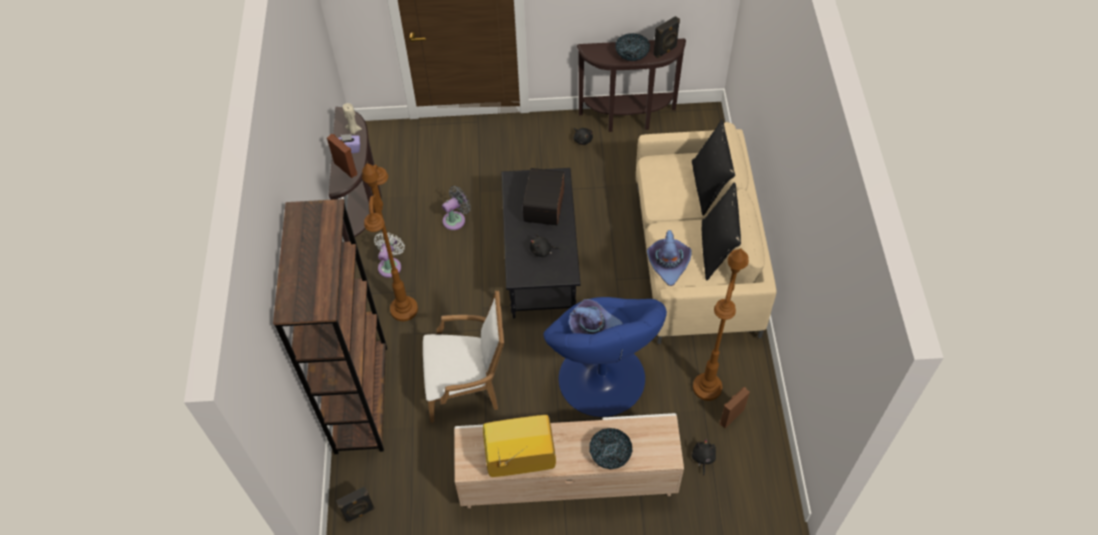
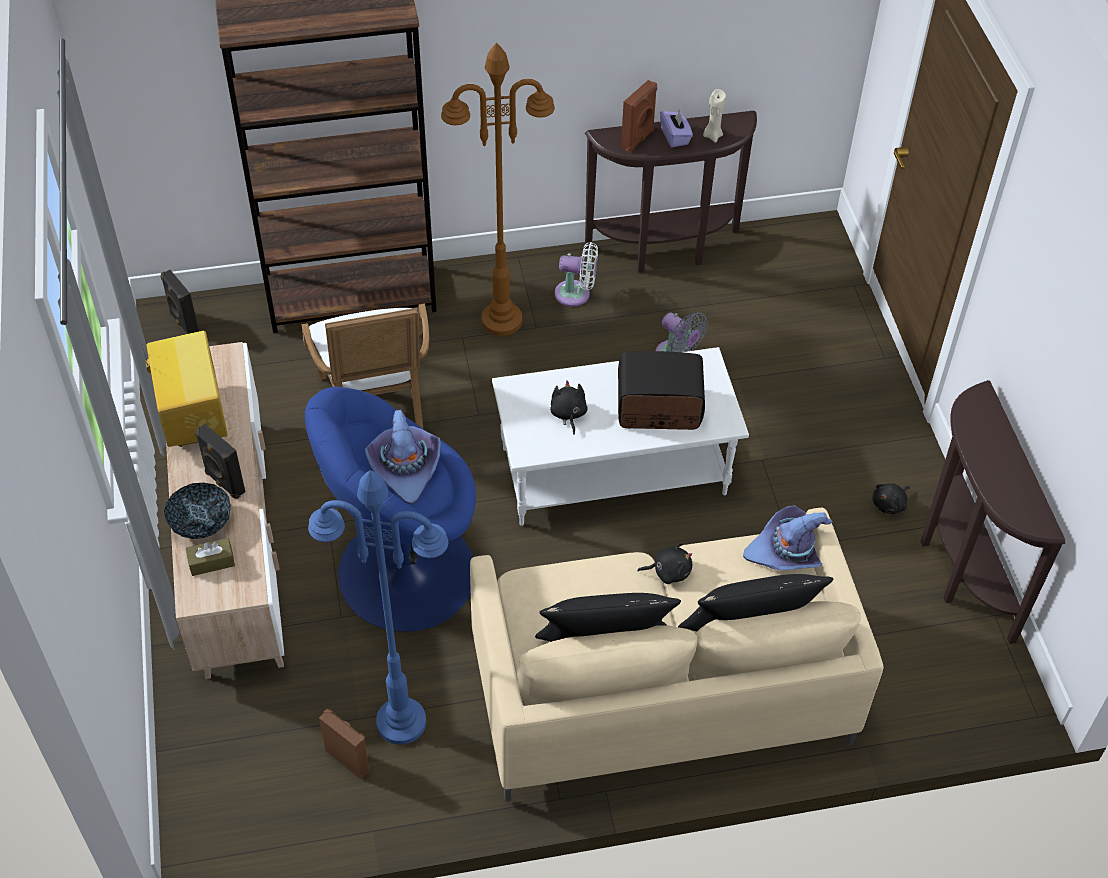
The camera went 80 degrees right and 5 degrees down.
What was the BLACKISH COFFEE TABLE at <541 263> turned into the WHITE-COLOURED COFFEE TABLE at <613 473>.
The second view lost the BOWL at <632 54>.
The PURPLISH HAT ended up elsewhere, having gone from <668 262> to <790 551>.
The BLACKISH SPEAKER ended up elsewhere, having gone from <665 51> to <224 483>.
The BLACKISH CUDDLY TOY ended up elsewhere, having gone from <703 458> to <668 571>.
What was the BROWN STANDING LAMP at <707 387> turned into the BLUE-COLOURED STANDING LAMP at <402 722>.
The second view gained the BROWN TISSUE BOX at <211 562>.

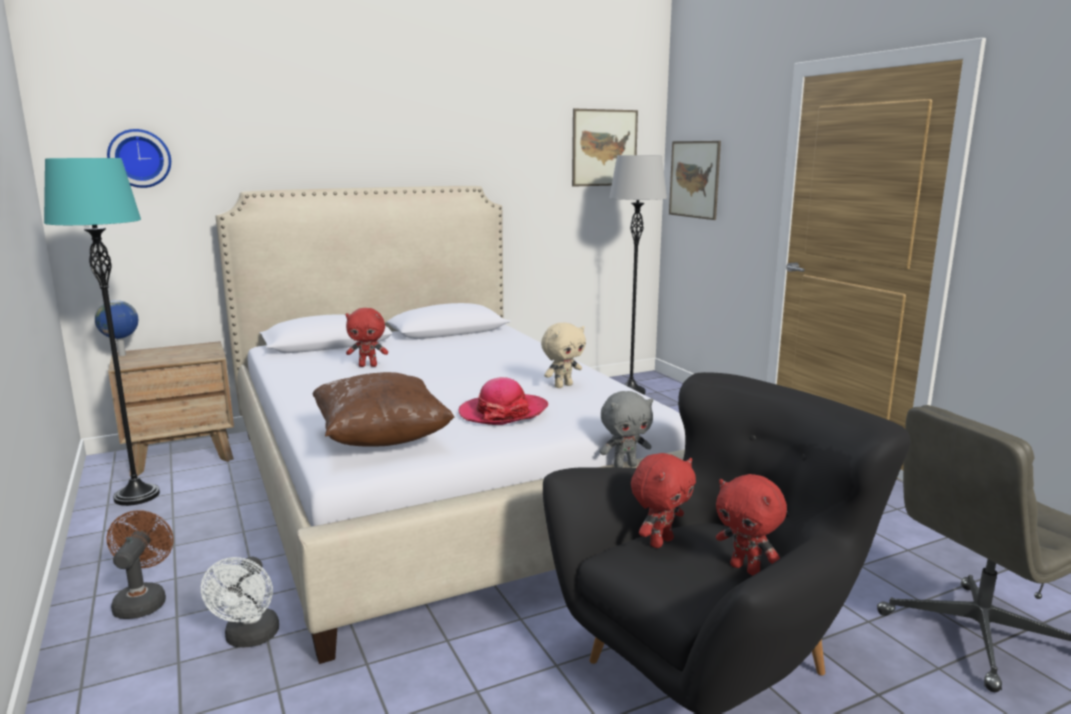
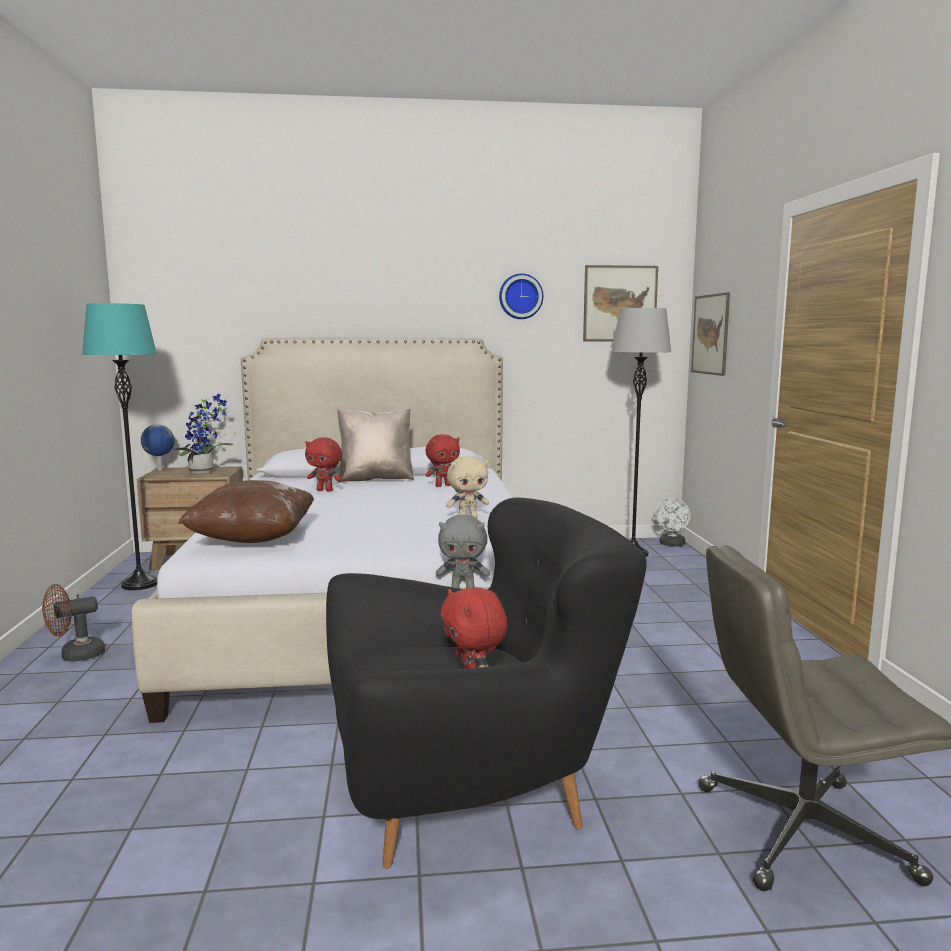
The camera went 20 degrees right and 5 degrees down.
The CLOCK ON THE WALL ended up elsewhere, having gone from <139 158> to <520 296>.
The BROWN ELECTRIC FAN at <142 601> ended up facing another way, 135 degrees counterclockwise from before.
The WHITE-COLOURED ELECTRIC FAN ended up elsewhere, having gone from <250 639> to <672 545>.
The second view lost the HAT at <503 412>.
The RED CUDDLY TOY ended up elsewhere, having gone from <660 542> to <443 485>.
The second view gained the HOUSEPLANT at <204 472>.
The second view gained the BEIGE CUSHION at <376 479>.

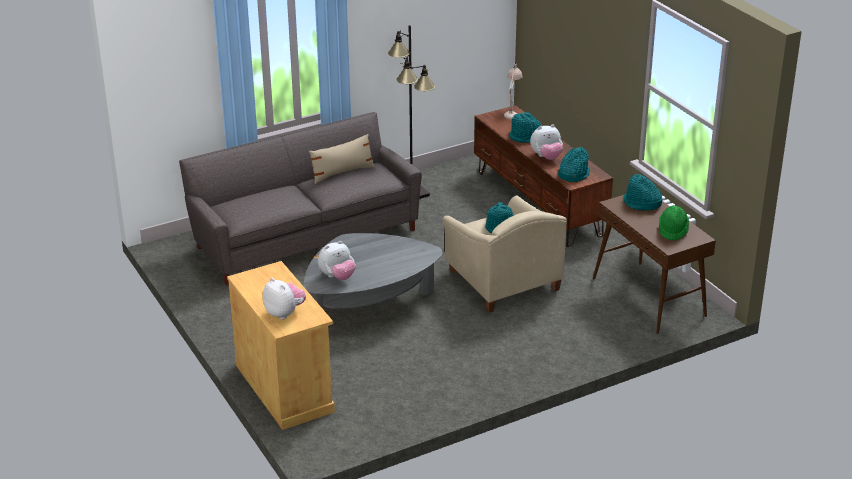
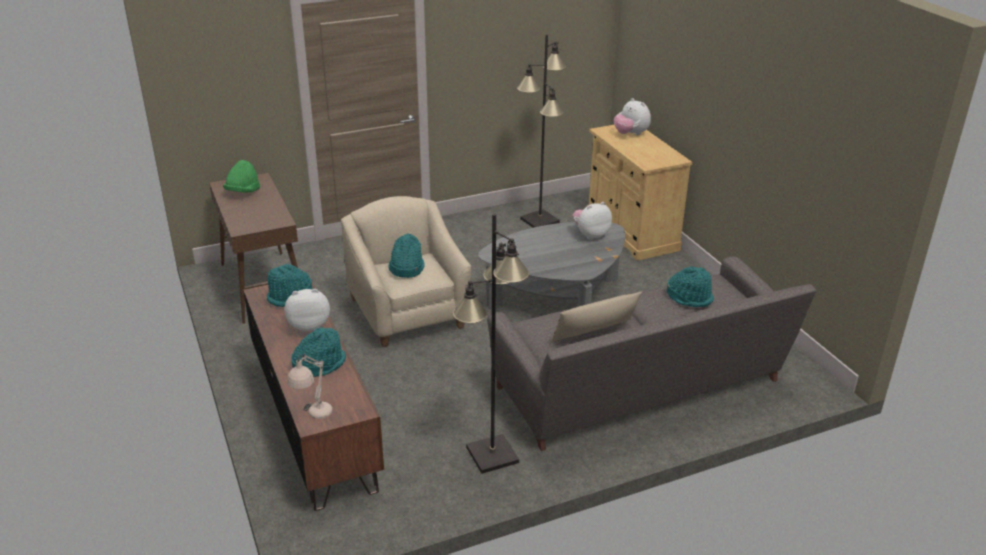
The camera went 175 degrees left and 0 degrees up.
The BLUE-GREEN HAT ended up elsewhere, having gone from <641 203> to <690 297>.
The second view gained the BLACKISH STANDING LAMP at <540 221>.

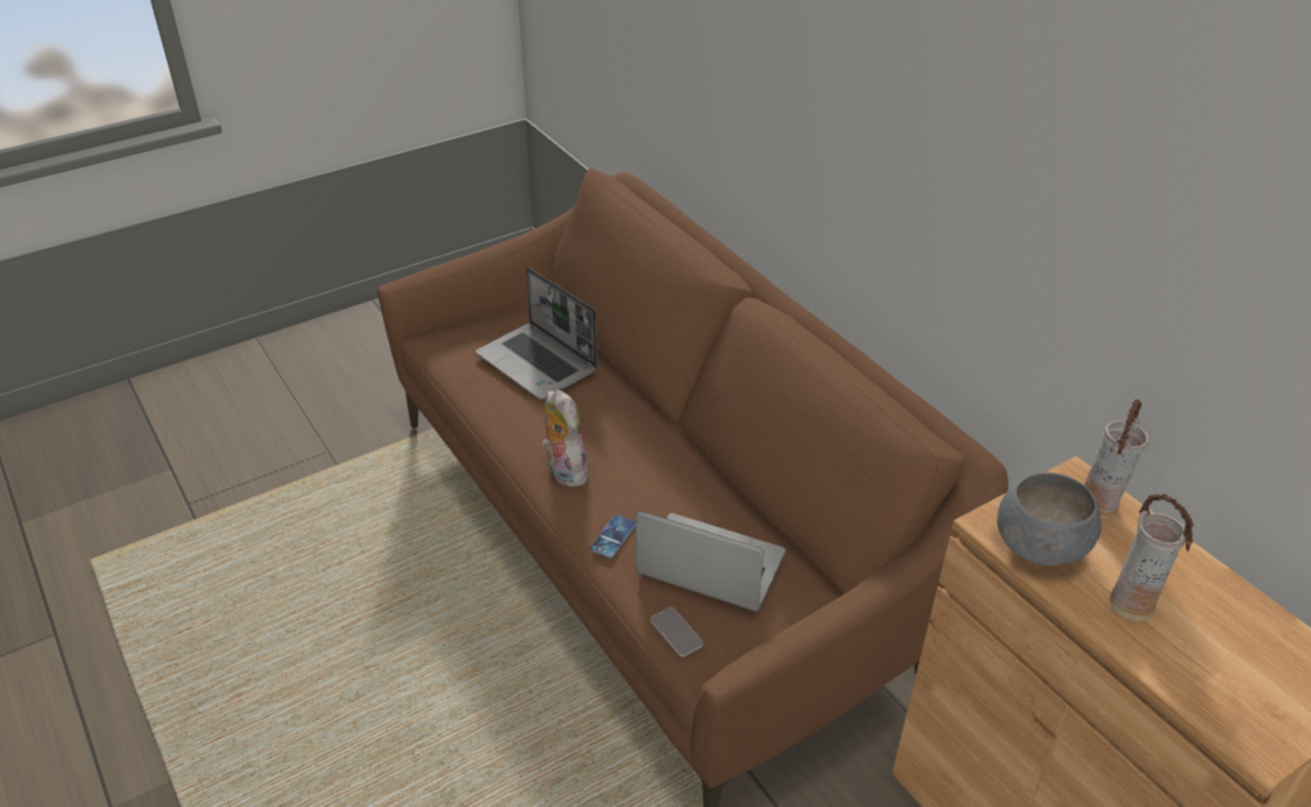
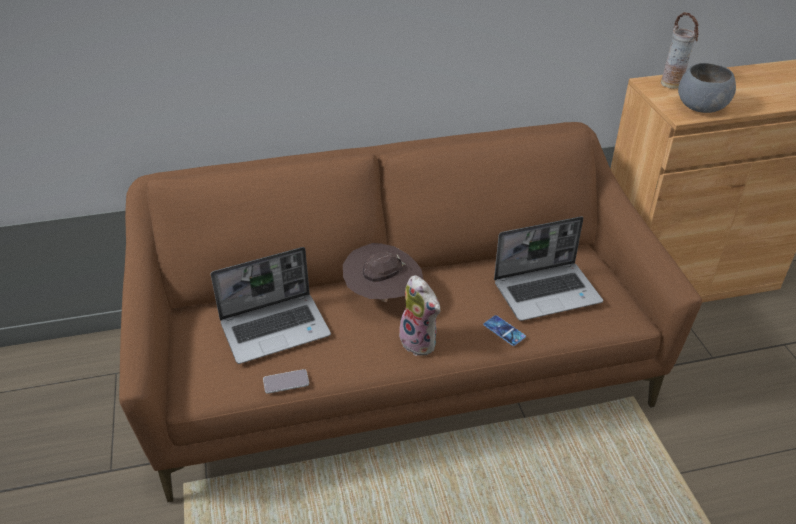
The camera went 70 degrees left and 0 degrees up.
The CUDDLY TOY at <564 471> ended up facing another way, 120 degrees counterclockwise from before.
The PORTABLE COMPUTER at <708 566> ended up facing another way, 150 degrees counterclockwise from before.
The HANDSET ended up elsewhere, having gone from <676 632> to <286 382>.
The second view lost the DECORATIVE VASE at <1132 604>.
The second view gained the BROWN HAT at <382 297>.

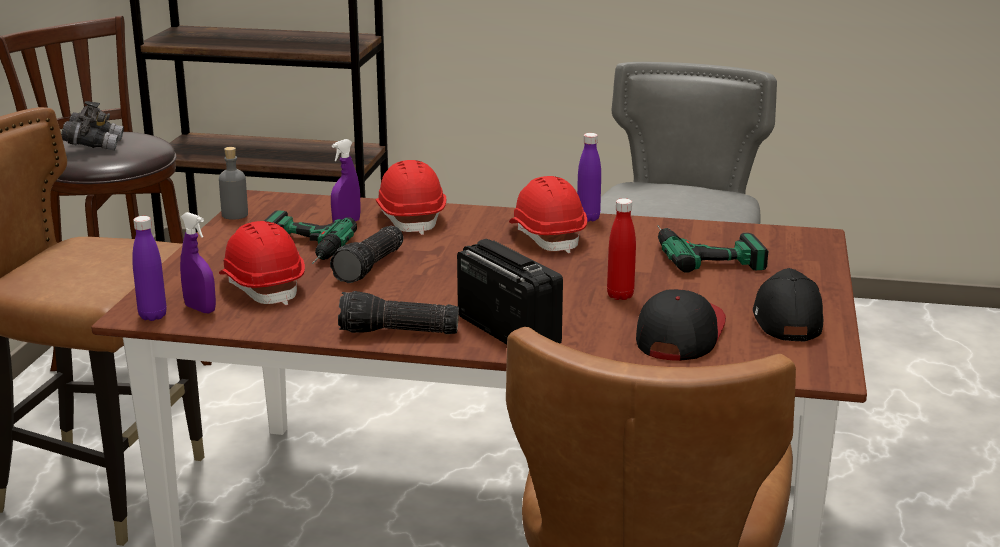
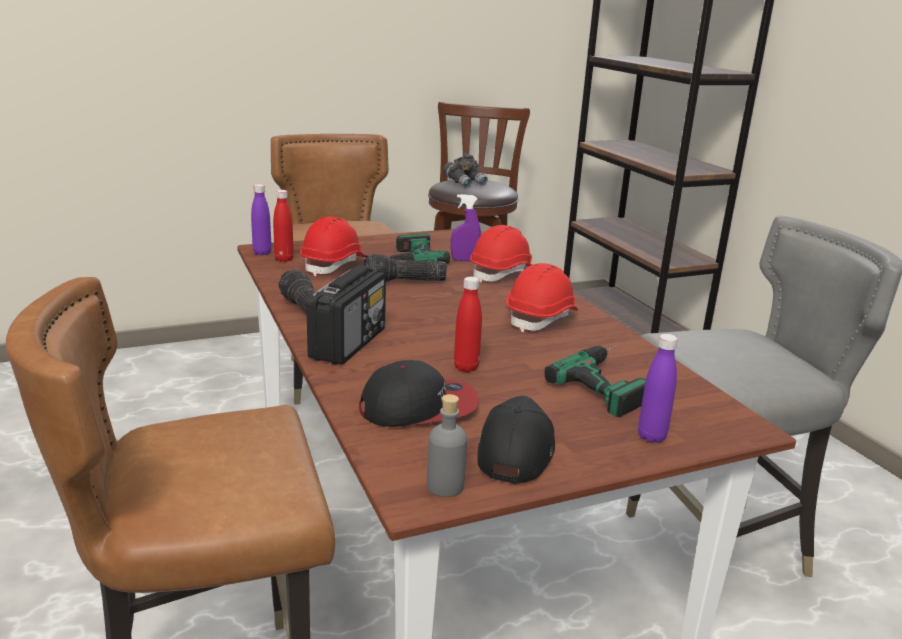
The camera went 55 degrees right and 0 degrees up.
Where the PURPLISH SPRAYER stood at <200 309>, the RED BOTTLE came to stand at <284 259>.
The GRAY BOTTLE ended up elsewhere, having gone from <235 215> to <445 486>.
The PURPLISH BOTTLE ended up elsewhere, having gone from <588 218> to <651 436>.
The BLACKISH CAP at <786 319> ended up facing another way, 45 degrees counterclockwise from before.

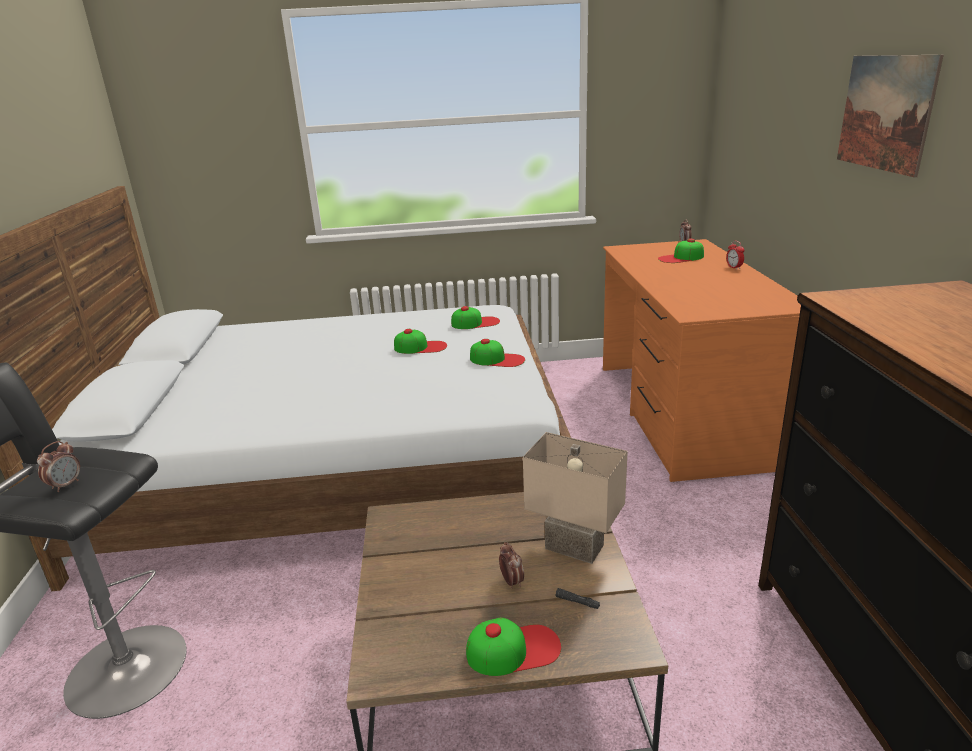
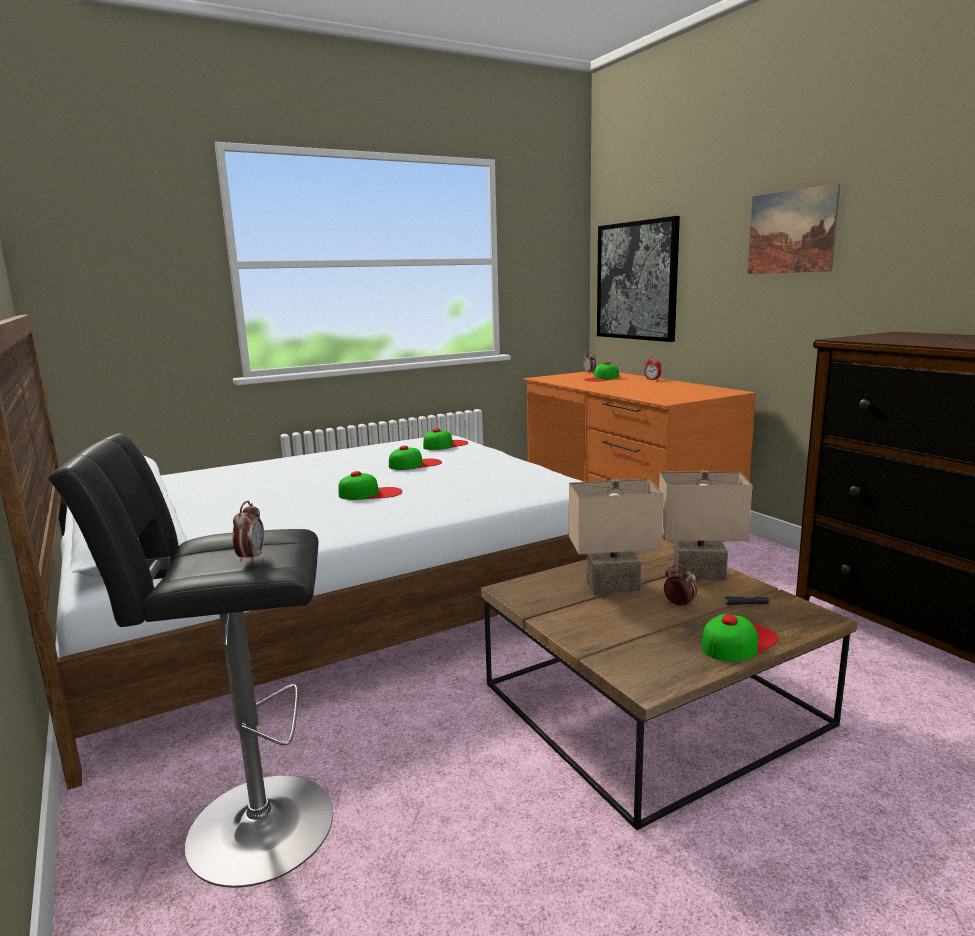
The camera went 25 degrees left and 10 degrees down.
The CAP ended up elsewhere, having gone from <497 359> to <370 493>.
The second view gained the BEIGE TABLE LAMP at <613 585>.
The second view gained the WALL ART at <636 281>.

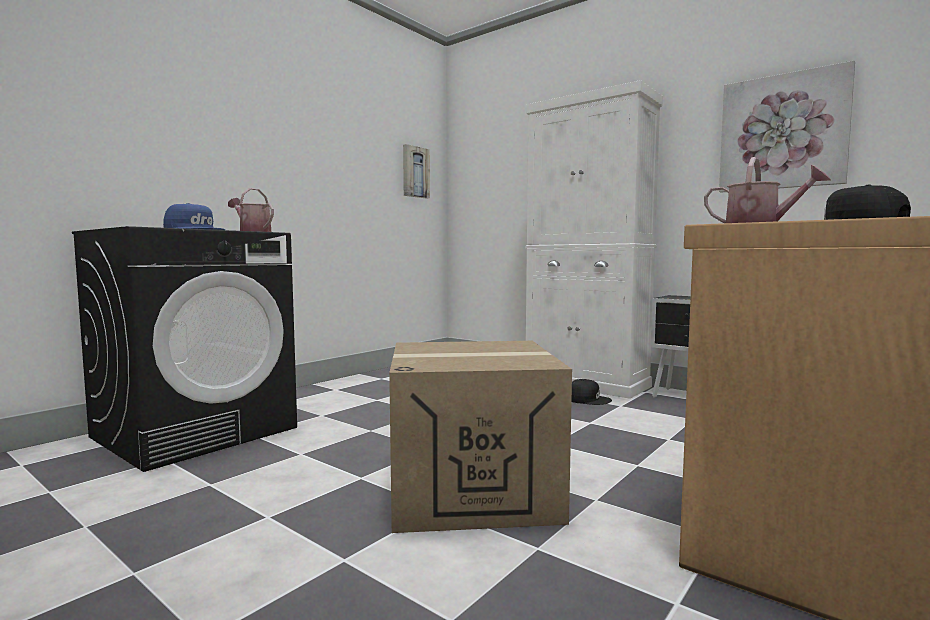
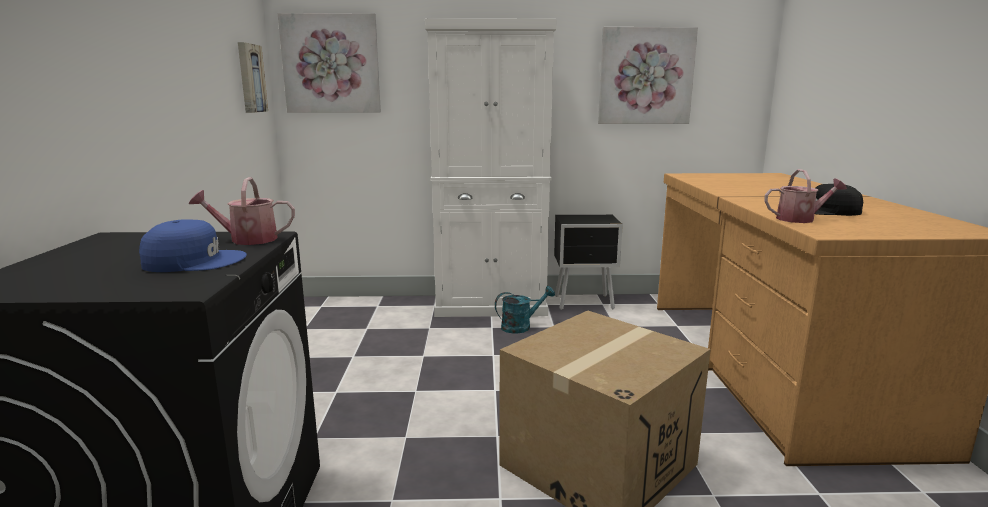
The camera went 40 degrees left and 10 degrees up.
Where the BLACKISH CAP stood at <587 399>, the BLUE-GREEN SPRINKLING CAN came to stand at <521 326>.
The second view gained the WALL ART at <331 64>.

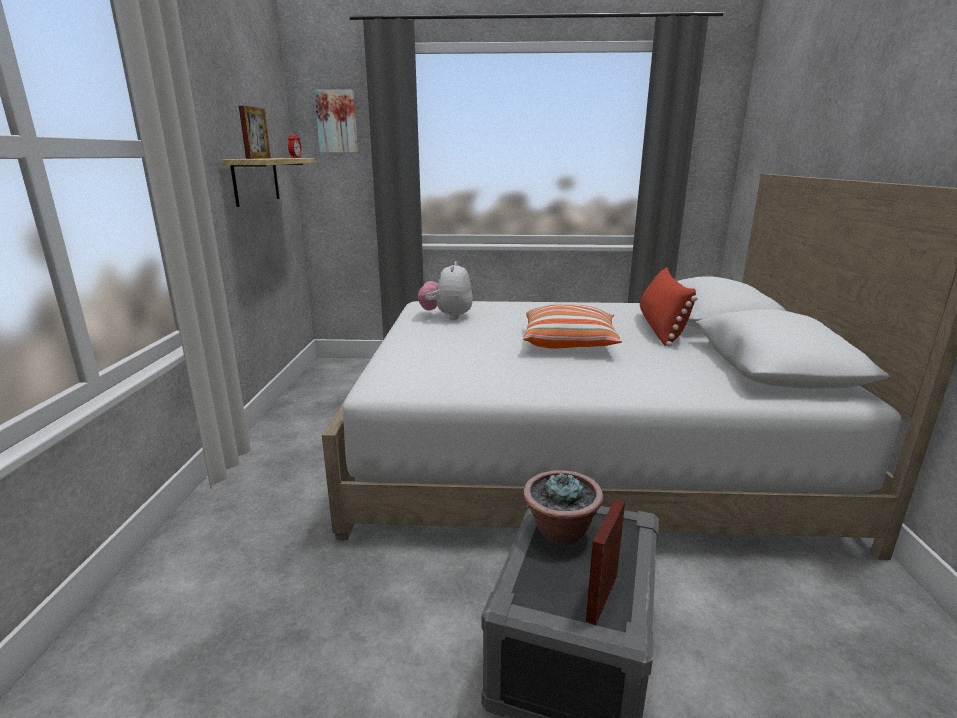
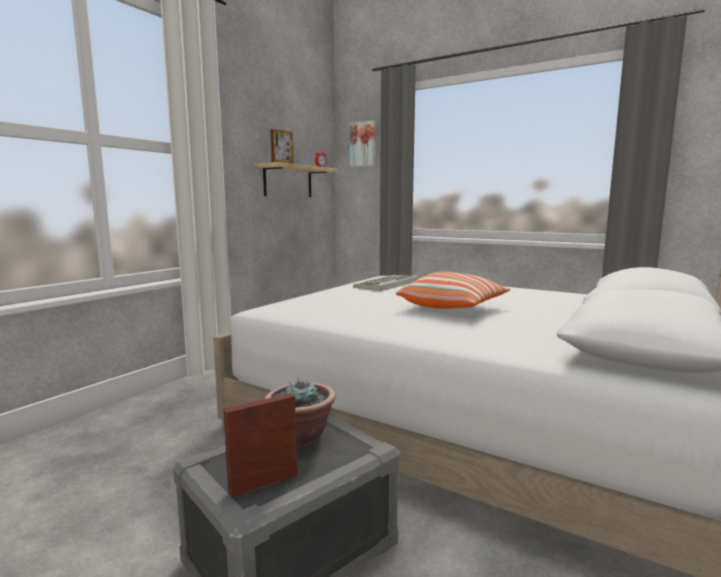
The camera went 30 degrees right and 10 degrees down.
Where the CUDDLY TOY stood at <447 316>, the PC KEYBOARD came to stand at <387 284>.
The second view lost the RED CUSHION at <661 328>.

